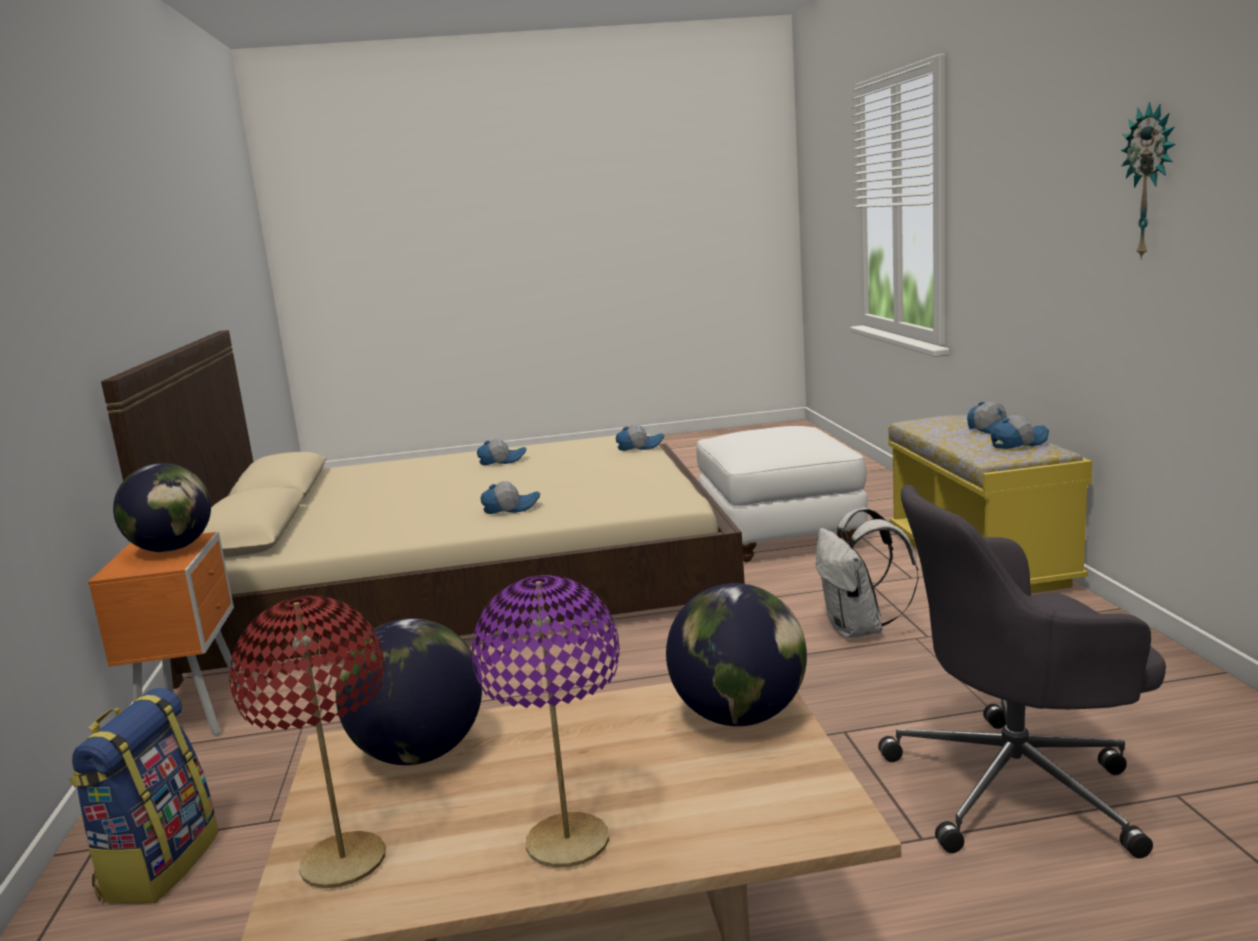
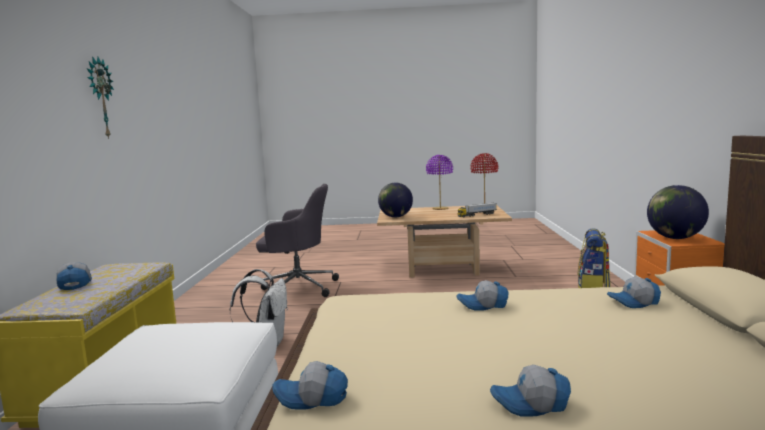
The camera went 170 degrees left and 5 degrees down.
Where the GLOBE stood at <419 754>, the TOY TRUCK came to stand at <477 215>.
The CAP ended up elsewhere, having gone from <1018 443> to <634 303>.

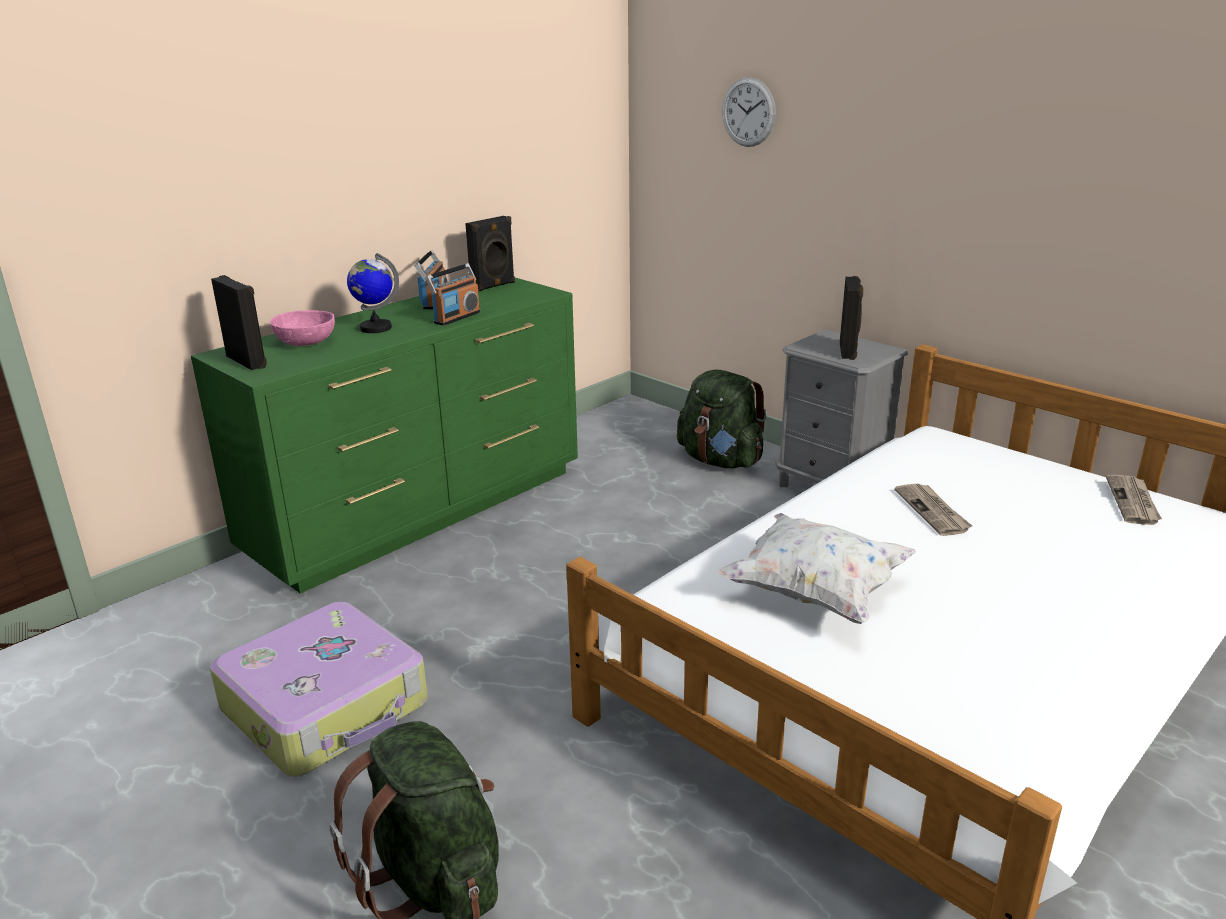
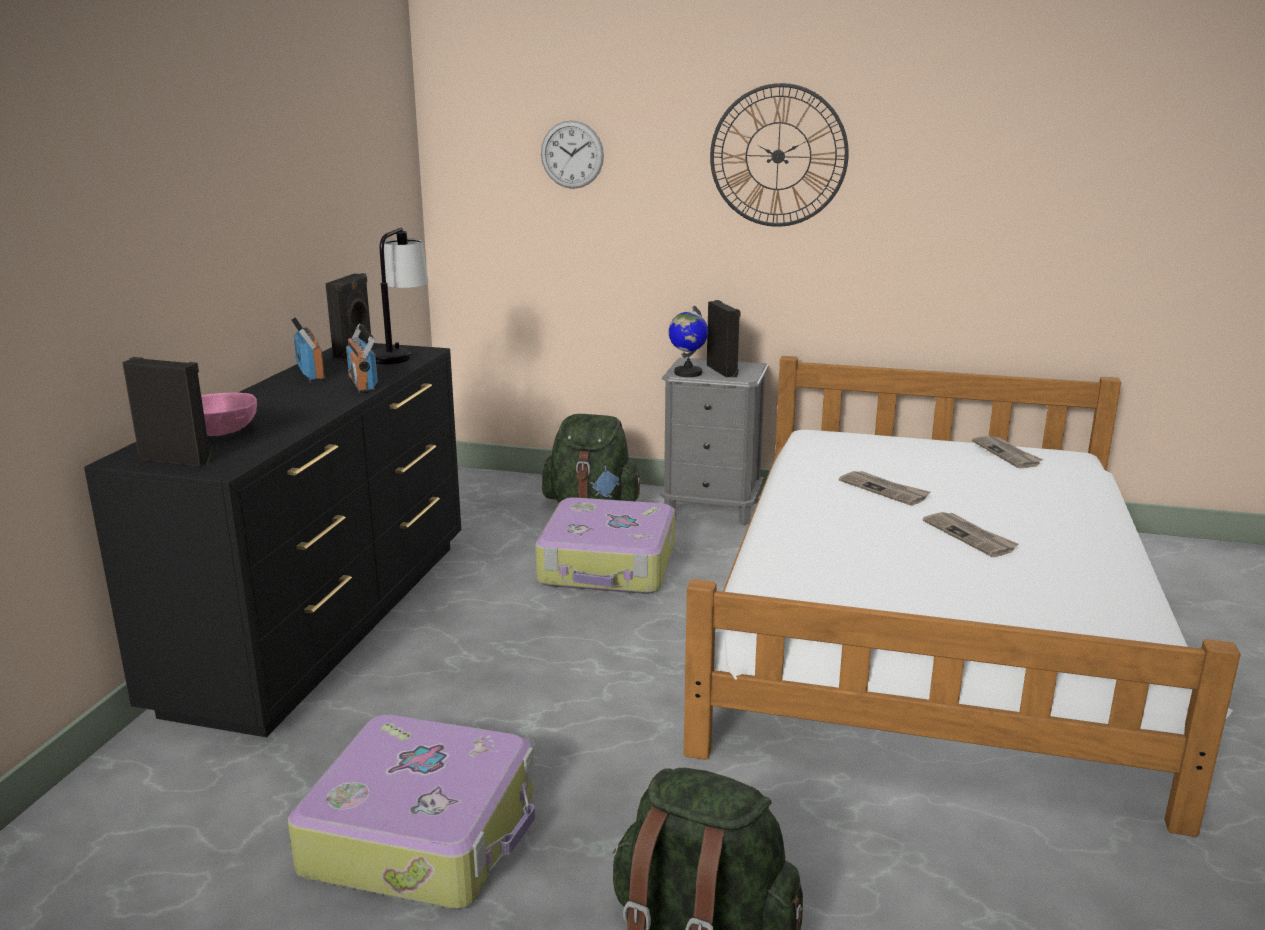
The camera went 30 degrees left and 5 degrees down.
What was the GREEN-COLOURED DRAWER CHEST at <421 511> turned into the BLACKISH DRAWER CHEST at <327 621>.
The GLOBE ended up elsewhere, having gone from <375 328> to <687 373>.
The RADIO SET at <456 317> ended up facing another way, 150 degrees clockwise from before.
The second view lost the WHITE-COLOURED CUSHION at <814 592>.
The second view gained the TABLE LAMP at <400 353>.
The second view gained the SUITCASE at <608 565>.
The second view gained the CLOCK ON THE WALL at <778 156>.
The second view gained the PRINTED PAPER at <970 536>.

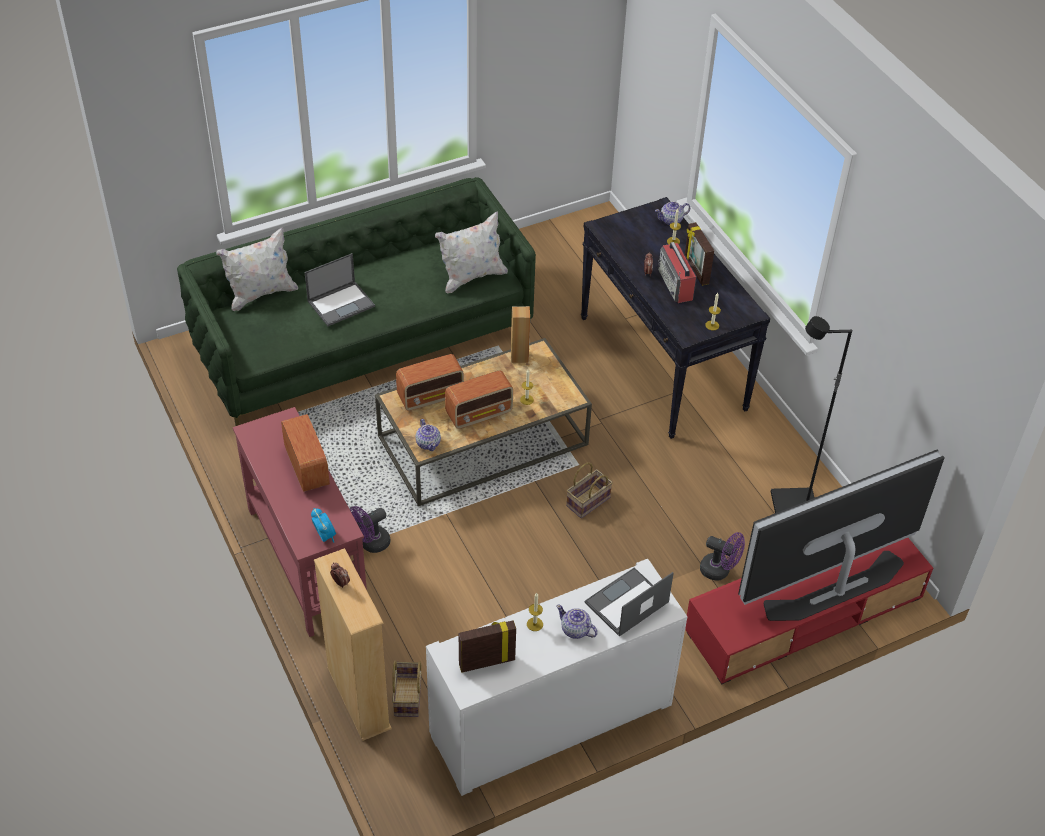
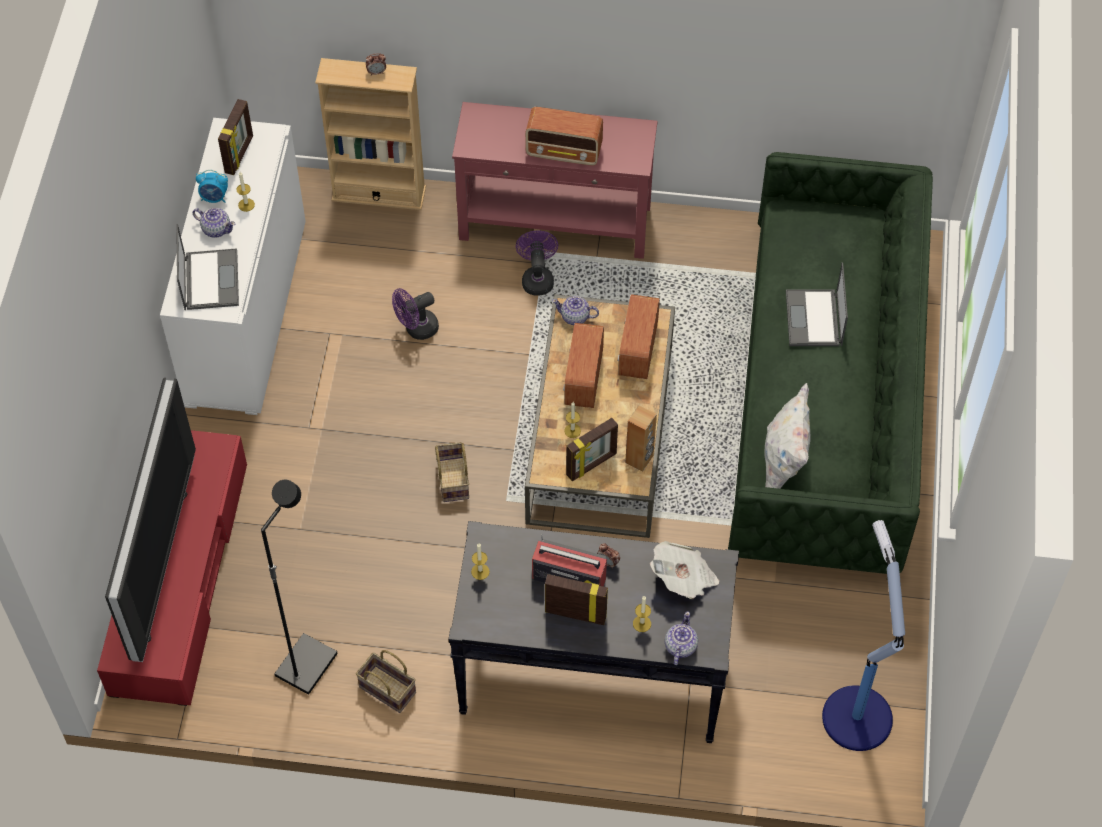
The camera went 125 degrees right and 10 degrees up.
The second view lost the WHITE-COLOURED CUSHION at <261 294>.
The BEDSIDE CLOCK ended up elsewhere, having gone from <324 536> to <214 198>.
The BASKET ended up elsewhere, having gone from <408 698> to <385 690>.
The TEA POT at <575 630> ended up facing another way, 45 degrees clockwise from before.
The PURPLISH ELECTRIC FAN ended up elsewhere, having gone from <719 570> to <416 329>.
The second view gained the STANDING FRAME at <592 465>.
The second view gained the PRINTED PAPER at <684 579>.
The second view gained the STANDING LAMP at <855 715>.

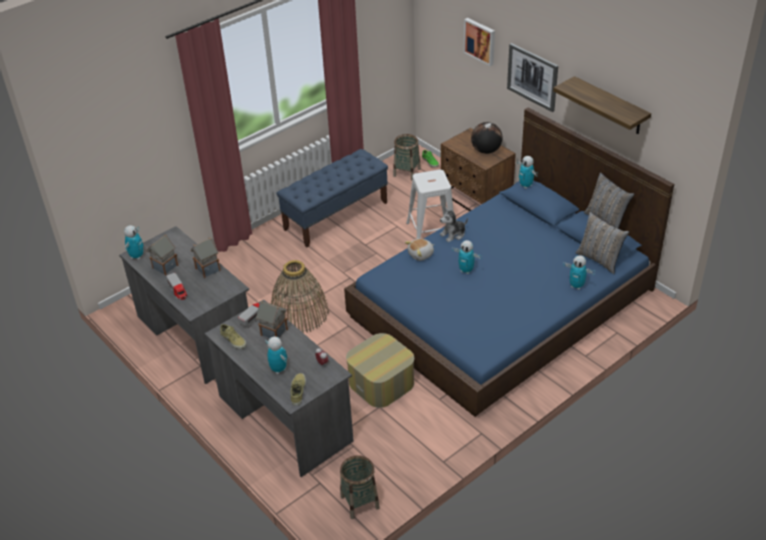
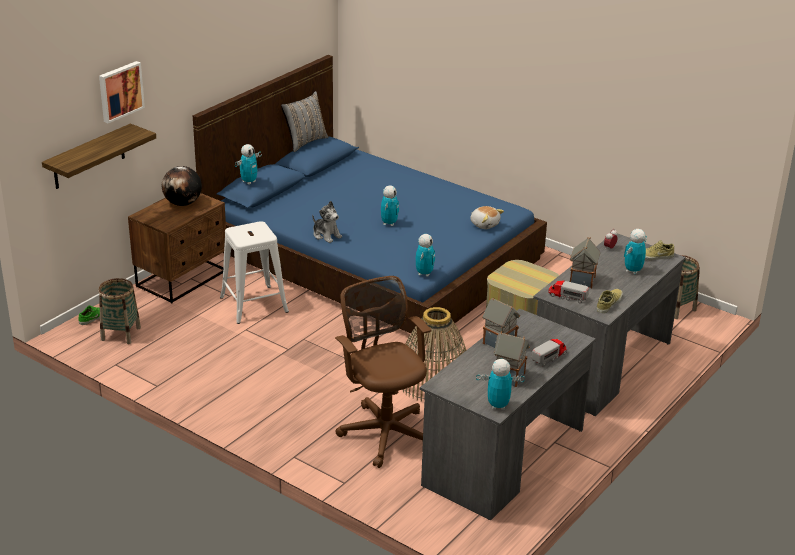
The camera went 105 degrees left and 10 degrees down.
The second view lost the BLUE-COLOURED BENCH at <336 216>.
The CUDDLY TOY ended up elsewhere, having gone from <421 255> to <484 224>.
The second view lost the WALL ART at <532 77>.
The WALL SHELF ended up elsewhere, having gone from <610 106> to <89 157>.
The MODEL ROBOT ended up elsewhere, having gone from <576 286> to <424 273>.
The second view lost the GRAY CUSHION at <599 259>.
The second view gained the BROWN DESK CHAIR at <384 431>.

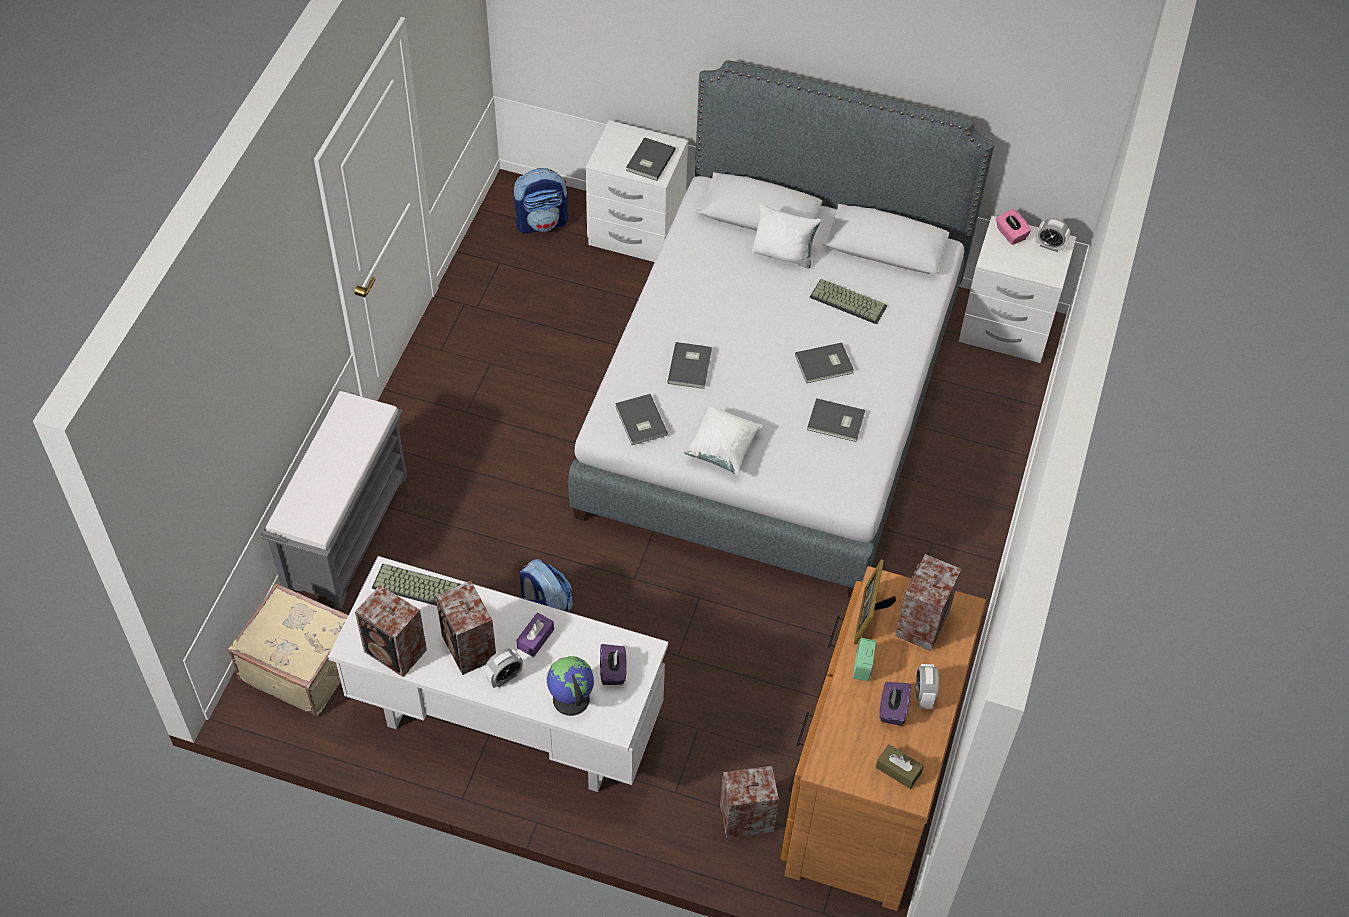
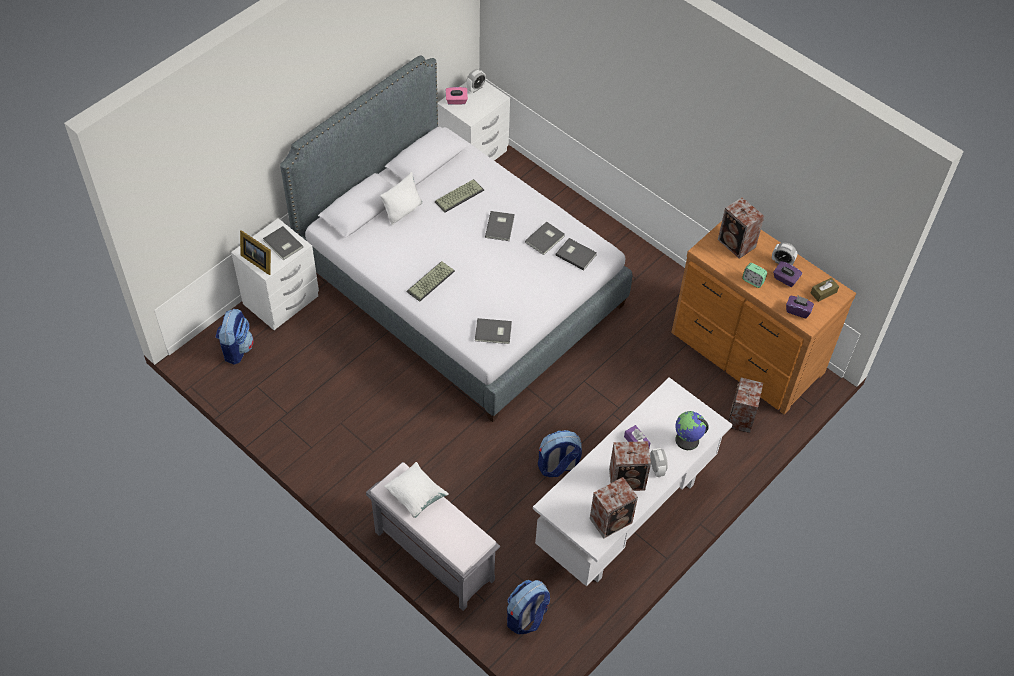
The camera went 65 degrees left and 0 degrees up.
Where the BEIGE SUITCASE stood at <302 664>, the RUCKSACK came to stand at <526 617>.
The PC KEYBOARD ended up elsewhere, having gone from <415 588> to <431 282>.
The PURPLISH TISSUE BOX ended up elsewhere, having gone from <613 671> to <798 311>.
The GRAY BOOK ended up elsewhere, having gone from <691 366> to <576 254>.
The WHITE-COLOURED CUSHION ended up elsewhere, having gone from <722 450> to <416 496>.
The STANDING FRAME ended up elsewhere, having gone from <870 615> to <258 261>.

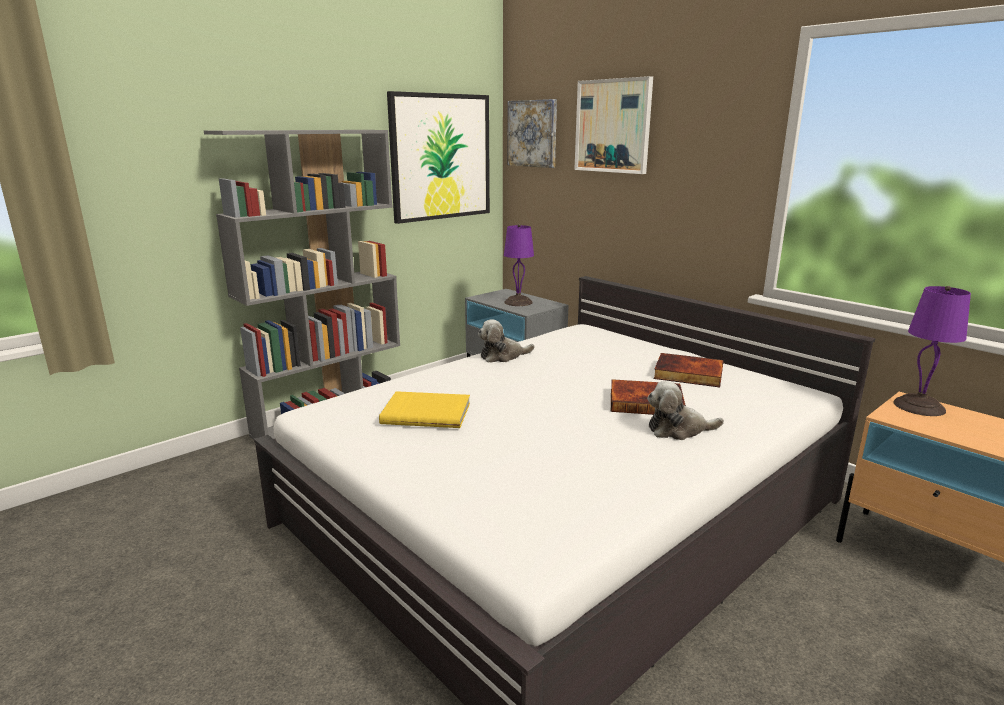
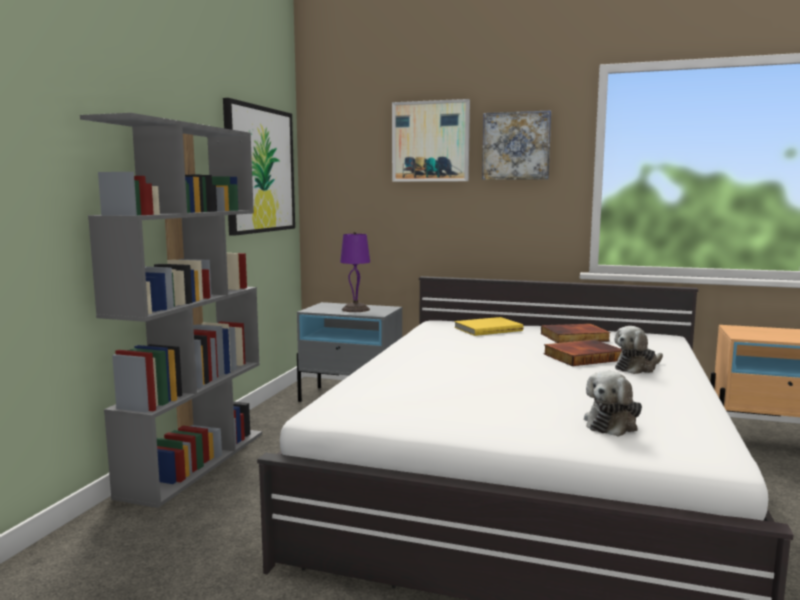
The camera went 30 degrees left and 10 degrees down.
The YELLOWISH BOOK ended up elsewhere, having gone from <426 412> to <487 329>.
The CUDDLY TOY ended up elsewhere, having gone from <503 356> to <612 424>.
The WALL ART ended up elsewhere, having gone from <533 133> to <516 146>.
The second view lost the PURPLISH TABLE LAMP at <920 407>.

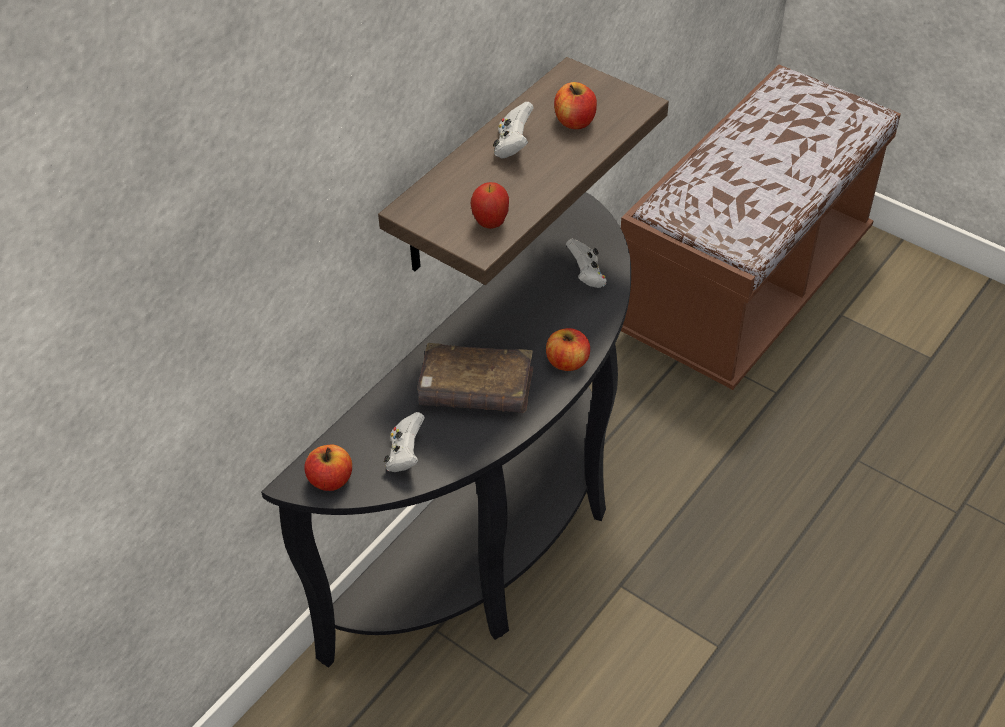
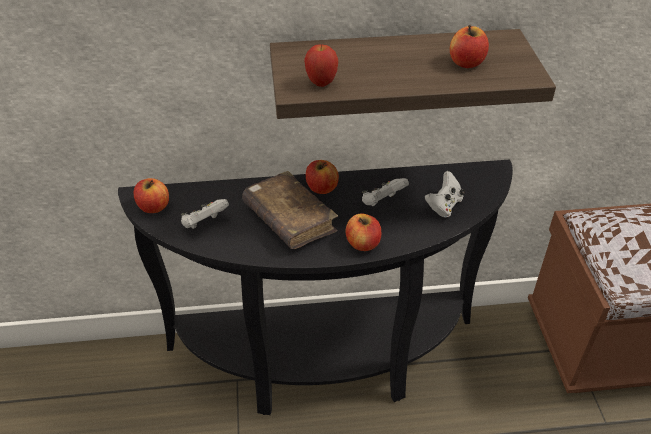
The camera went 45 degrees right and 5 degrees down.
The WHITE-COLOURED GAMEPAD ended up elsewhere, having gone from <513 146> to <382 202>.
The second view gained the APPLE FRUIT at <321 188>.

